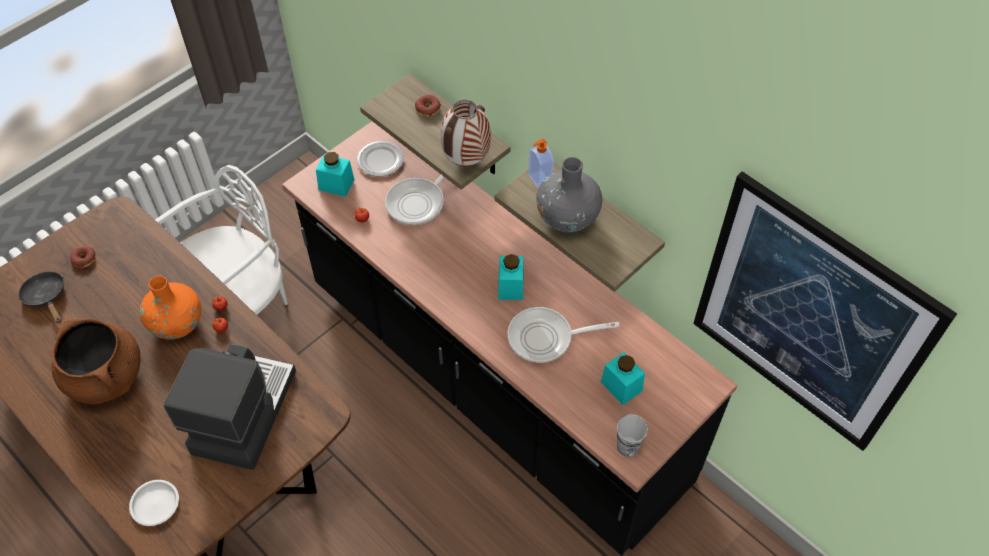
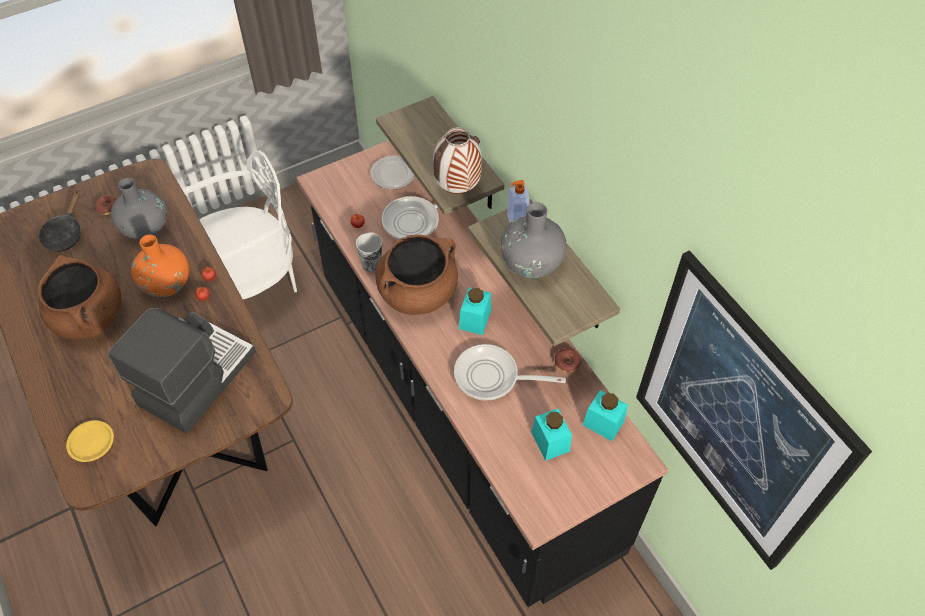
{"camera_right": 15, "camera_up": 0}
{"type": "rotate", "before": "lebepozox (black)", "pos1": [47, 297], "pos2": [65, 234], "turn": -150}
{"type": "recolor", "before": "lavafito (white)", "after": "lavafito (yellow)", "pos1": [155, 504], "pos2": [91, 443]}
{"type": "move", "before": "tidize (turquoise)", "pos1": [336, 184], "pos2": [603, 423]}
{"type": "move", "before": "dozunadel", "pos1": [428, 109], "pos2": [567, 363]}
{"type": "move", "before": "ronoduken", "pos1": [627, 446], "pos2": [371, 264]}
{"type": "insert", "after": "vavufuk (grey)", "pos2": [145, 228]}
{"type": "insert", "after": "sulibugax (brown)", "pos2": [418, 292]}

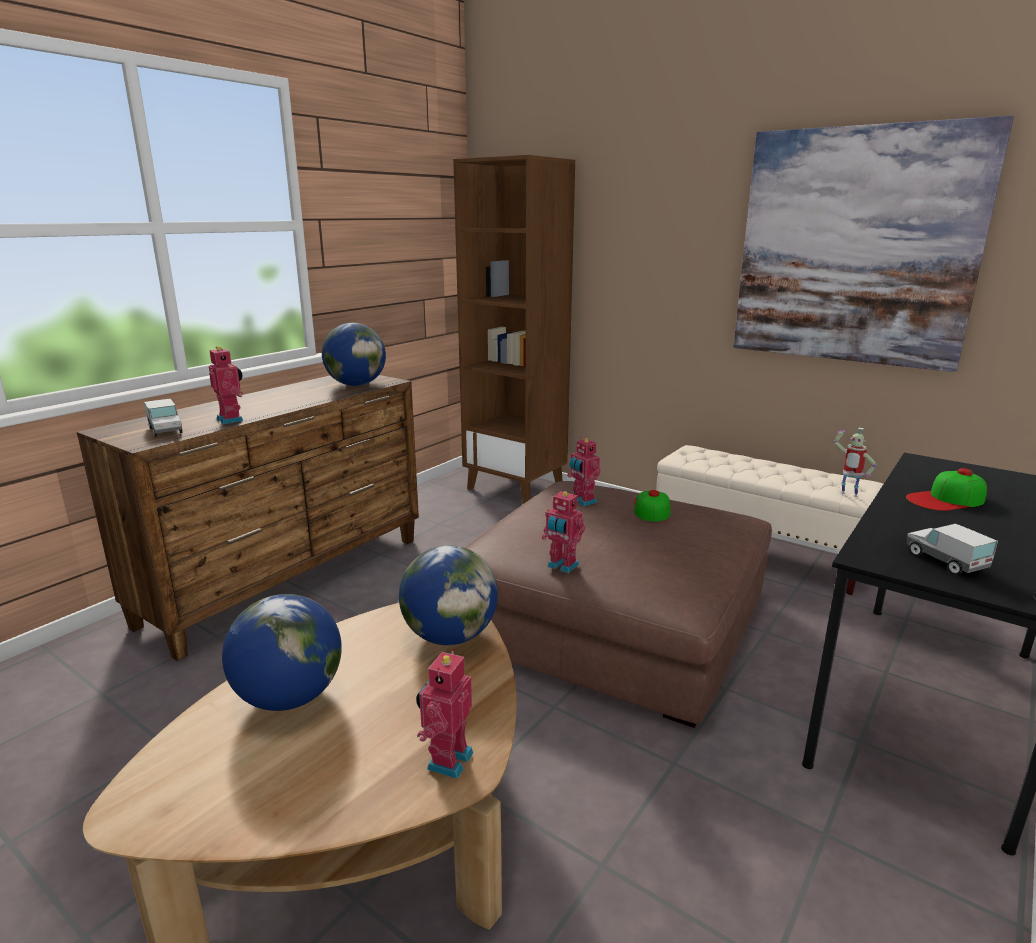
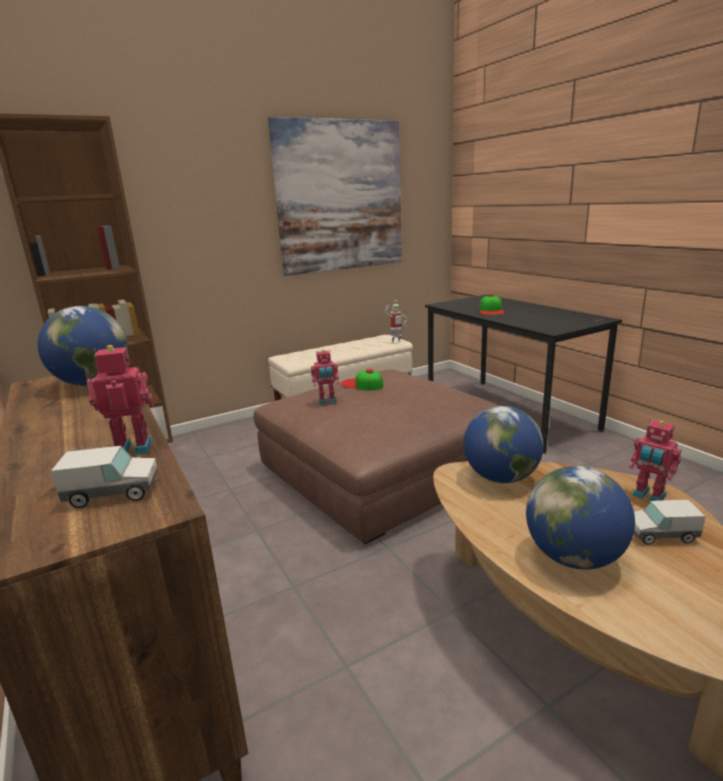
{"camera_right": -65, "camera_up": 0}
{"type": "delete", "before": "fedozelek", "pos1": [562, 566]}
{"type": "move", "before": "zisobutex", "pos1": [945, 561], "pos2": [661, 534]}

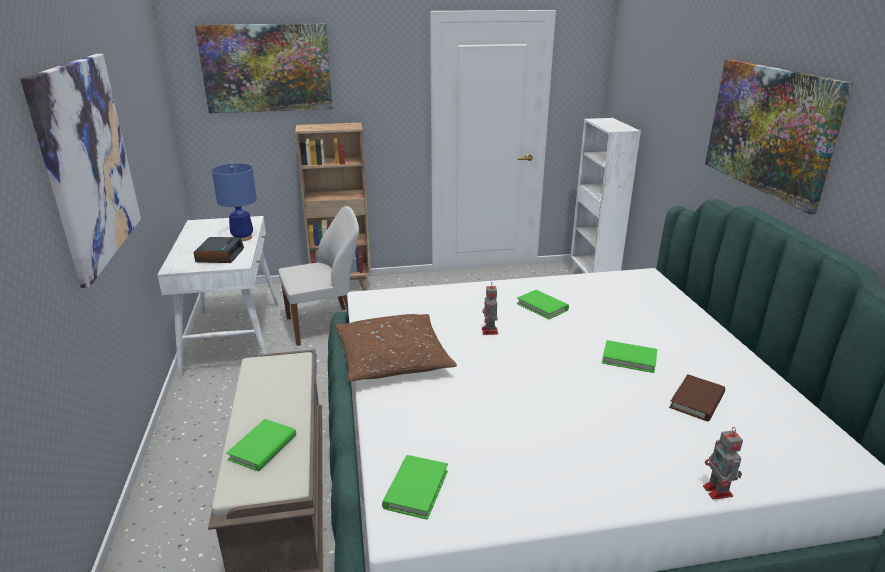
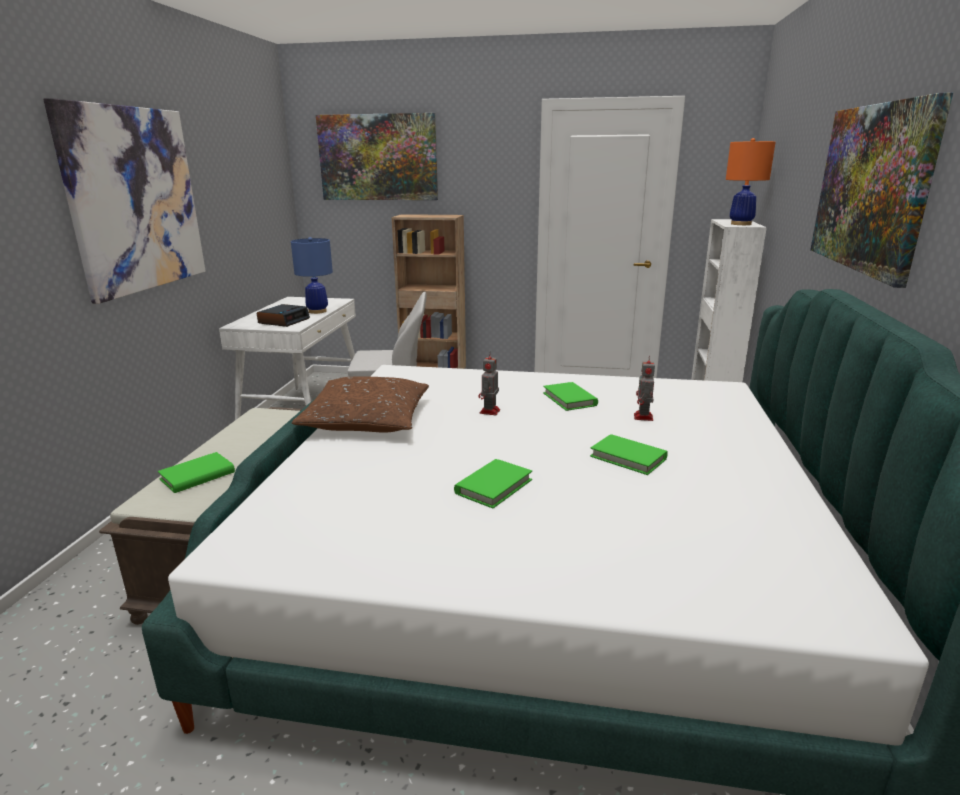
{"camera_right": 20, "camera_up": -5}
{"type": "move", "before": "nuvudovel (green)", "pos1": [416, 489], "pos2": [493, 486]}
{"type": "delete", "before": "nuvudovel (brown)", "pos1": [697, 401]}
{"type": "move", "before": "fedozelek", "pos1": [718, 492], "pos2": [643, 417]}
{"type": "insert", "after": "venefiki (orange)", "pos2": [740, 224]}

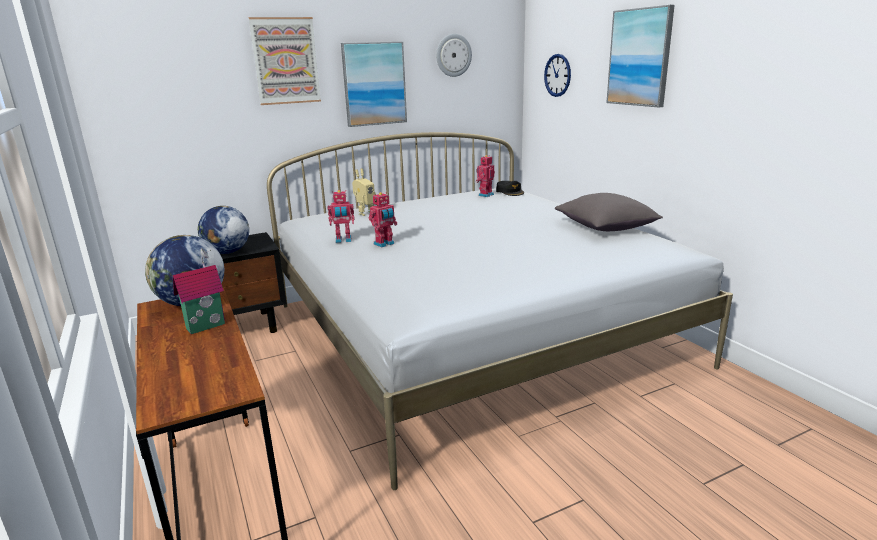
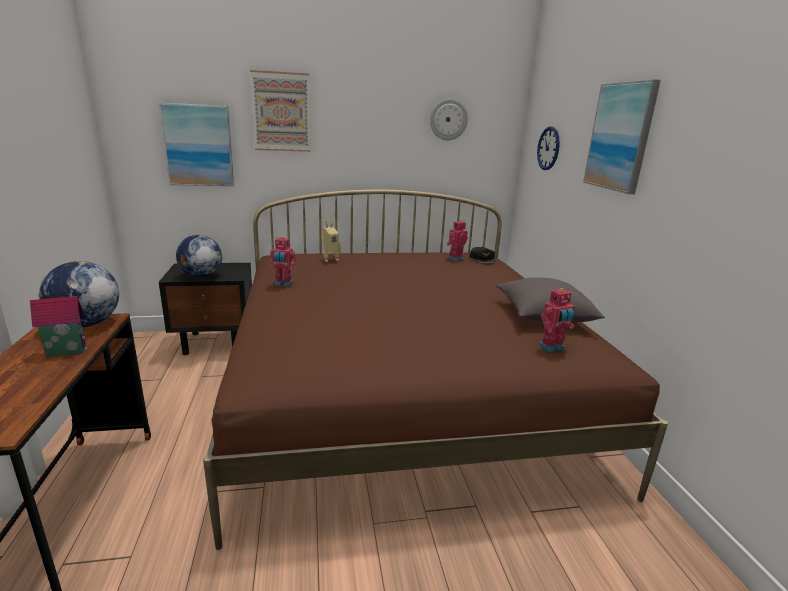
{"camera_right": 15, "camera_up": 0}
{"type": "recolor", "before": "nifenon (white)", "after": "nifenon (brown)", "pos1": [472, 333], "pos2": [402, 393]}
{"type": "move", "before": "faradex", "pos1": [374, 84], "pos2": [198, 145]}
{"type": "move", "before": "fedozelek", "pos1": [384, 244], "pos2": [552, 347]}

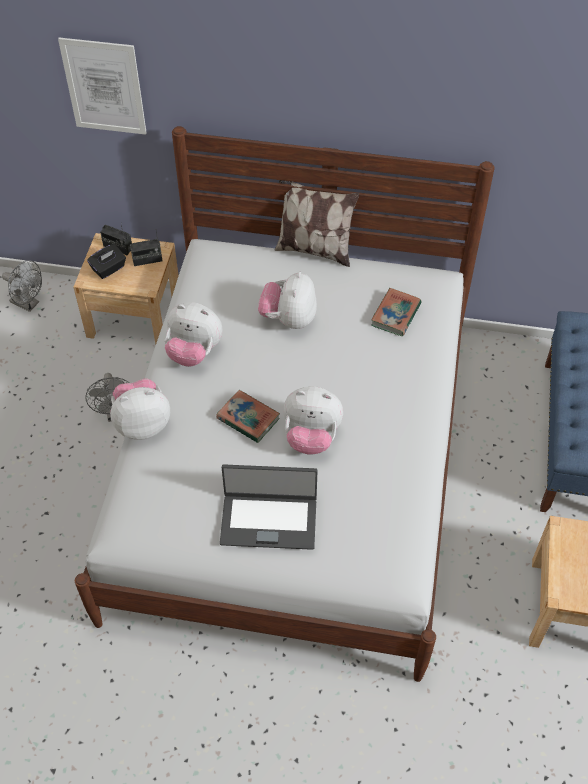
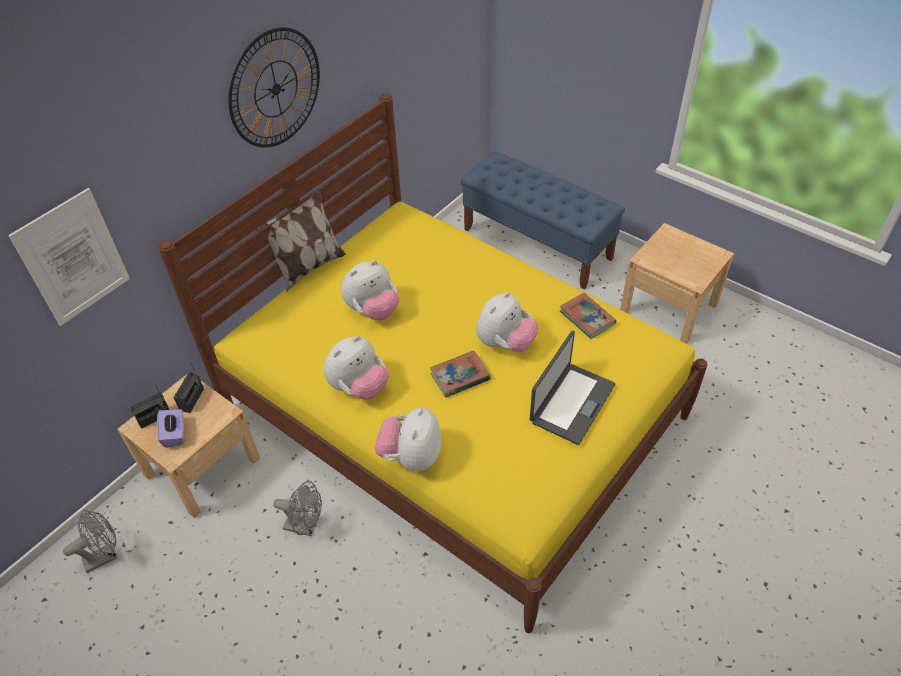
{"camera_right": -60, "camera_up": -5}
{"type": "recolor", "before": "nifenon (white)", "after": "nifenon (yellow)", "pos1": [294, 465], "pos2": [454, 414]}
{"type": "recolor", "before": "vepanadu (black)", "after": "vepanadu (purple)", "pos1": [109, 269], "pos2": [175, 434]}
{"type": "rotate", "before": "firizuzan", "pos1": [289, 319], "pos2": [373, 310], "turn": -75}
{"type": "move", "before": "nuvudovel", "pos1": [395, 315], "pos2": [587, 318]}
{"type": "insert", "after": "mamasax", "pos2": [275, 89]}

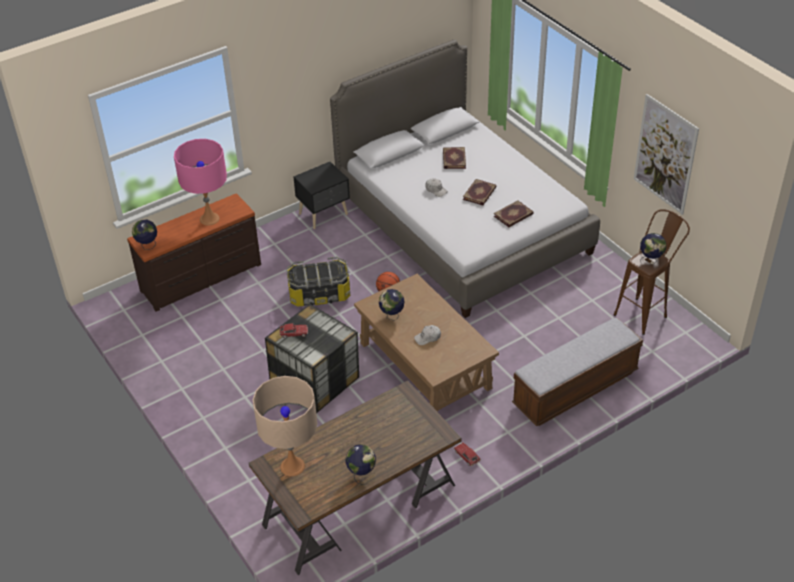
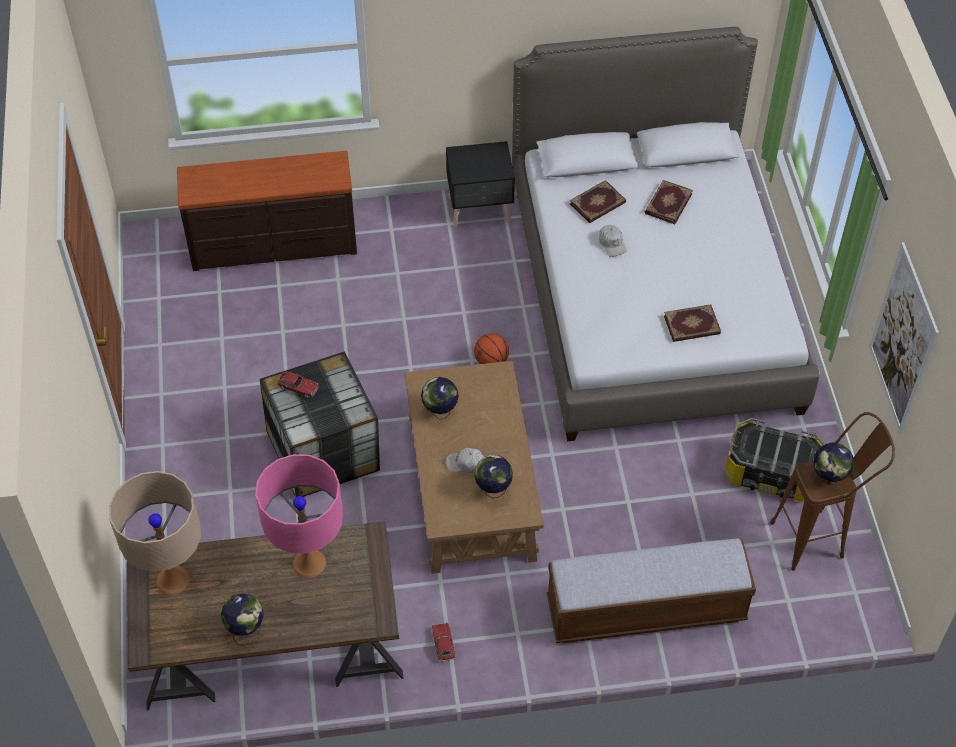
{"camera_right": 25, "camera_up": 10}
{"type": "move", "before": "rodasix", "pos1": [147, 246], "pos2": [493, 490]}
{"type": "move", "before": "venefiki (pink)", "pos1": [209, 219], "pos2": [309, 563]}
{"type": "move", "before": "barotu", "pos1": [319, 294], "pos2": [771, 474]}
{"type": "move", "before": "nuvudovel", "pos1": [480, 193], "pos2": [598, 204]}

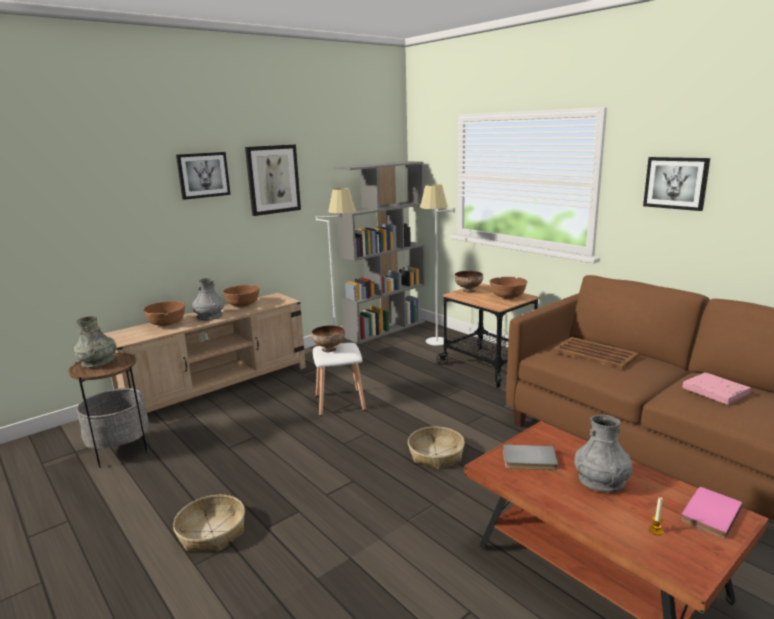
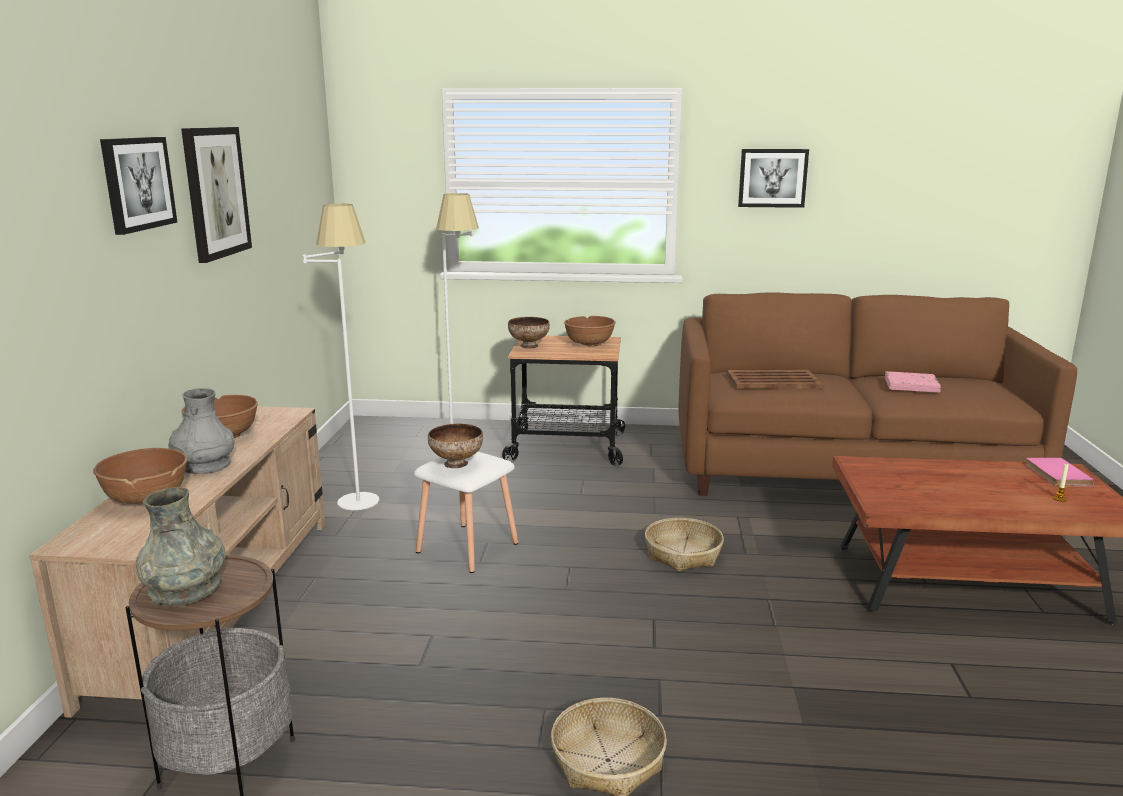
{"camera_right": -45, "camera_up": 0}
{"type": "delete", "before": "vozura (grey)", "pos1": [385, 329]}
{"type": "delete", "before": "nuvudovel (grey)", "pos1": [529, 460]}
{"type": "delete", "before": "vavufuk (grey)", "pos1": [601, 481]}

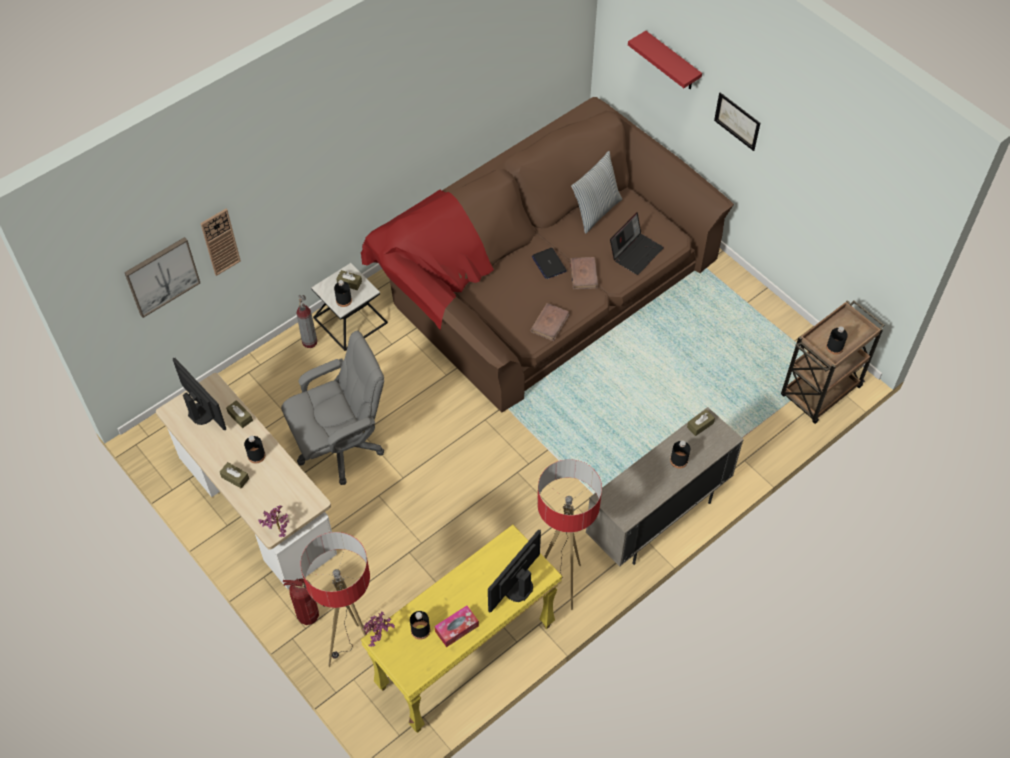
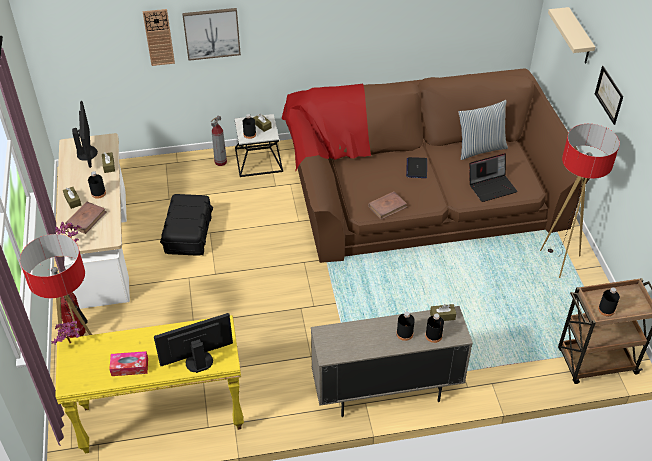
{"camera_right": 30, "camera_up": -10}
{"type": "move", "before": "faradex", "pos1": [162, 276], "pos2": [211, 33]}
{"type": "replace", "before": "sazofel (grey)", "after": "barotu (black)", "pos1": [341, 446], "pos2": [189, 235]}
{"type": "move", "before": "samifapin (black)", "pos1": [420, 630], "pos2": [433, 336]}
{"type": "move", "before": "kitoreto", "pos1": [561, 584], "pos2": [559, 261]}
{"type": "move", "before": "nuvudovel (brown)", "pos1": [583, 274], "pos2": [86, 219]}
{"type": "recolor", "before": "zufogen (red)", "after": "zufogen (beige)", "pos1": [672, 62], "pos2": [579, 37]}

